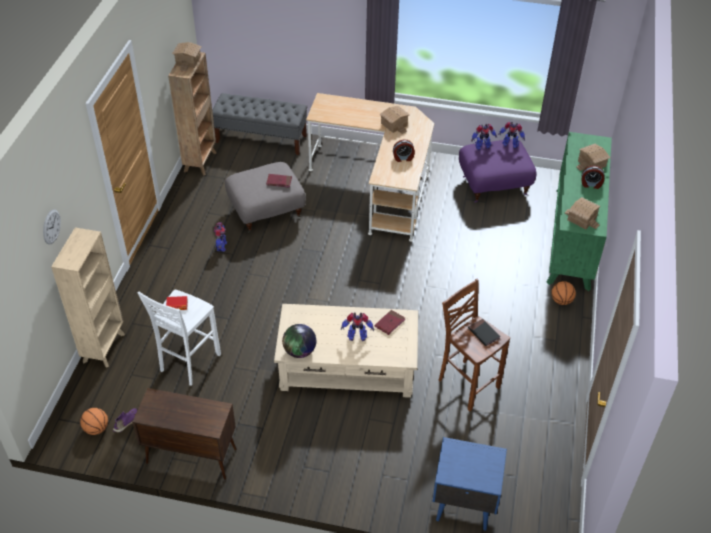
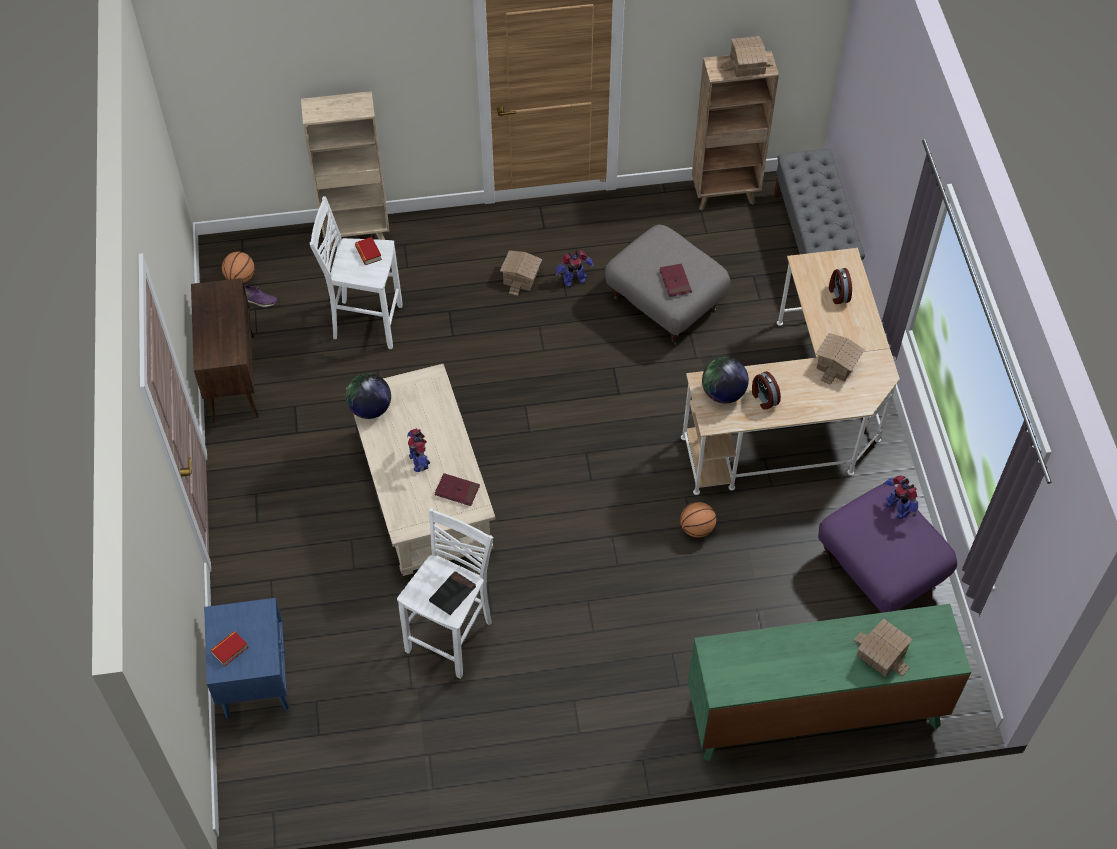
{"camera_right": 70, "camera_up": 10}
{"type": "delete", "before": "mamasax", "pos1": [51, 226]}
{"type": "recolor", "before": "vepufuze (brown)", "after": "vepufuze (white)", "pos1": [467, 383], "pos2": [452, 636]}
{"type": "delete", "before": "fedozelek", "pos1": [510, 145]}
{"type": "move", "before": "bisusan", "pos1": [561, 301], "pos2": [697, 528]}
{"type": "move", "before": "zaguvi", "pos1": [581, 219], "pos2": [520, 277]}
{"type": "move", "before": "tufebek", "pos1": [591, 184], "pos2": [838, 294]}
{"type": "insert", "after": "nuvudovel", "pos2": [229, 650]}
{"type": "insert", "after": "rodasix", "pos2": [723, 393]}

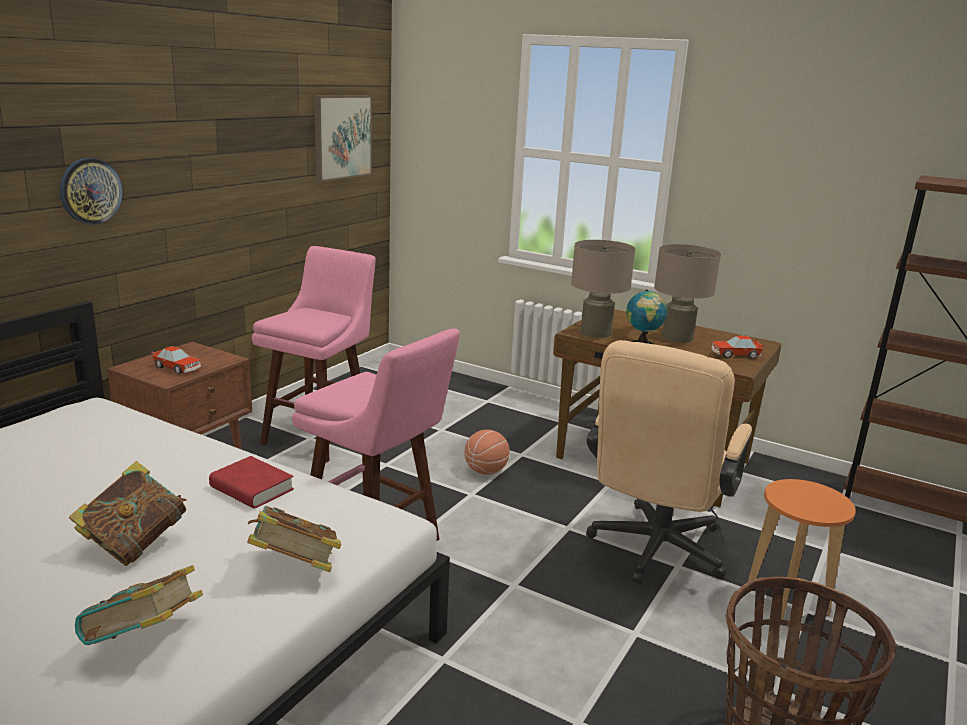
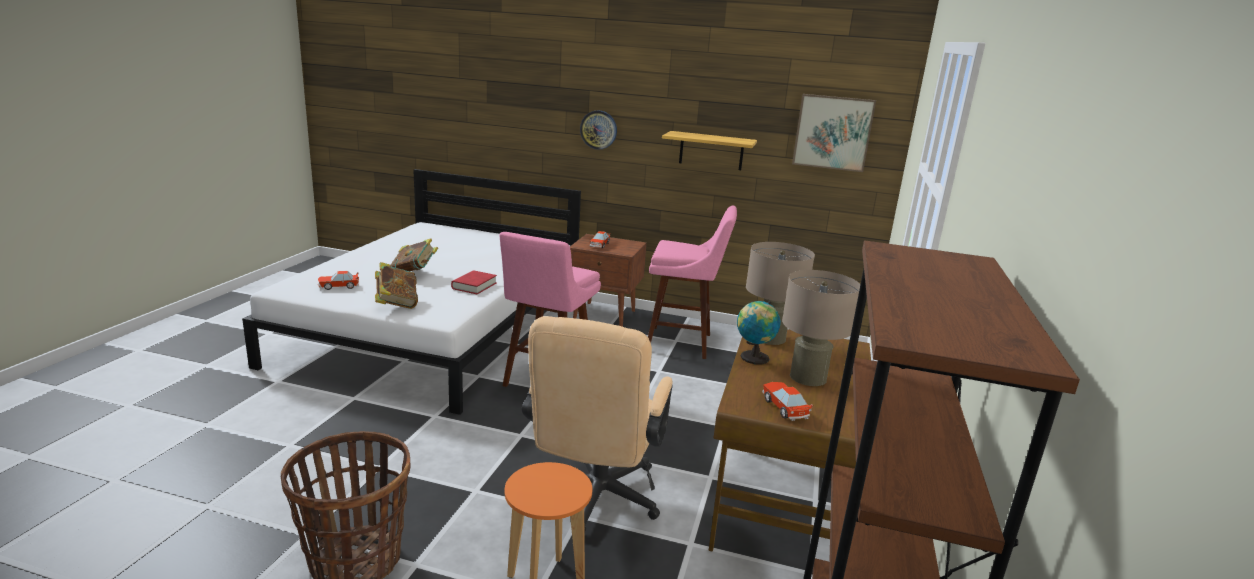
{"camera_right": 75, "camera_up": 0}
{"type": "replace", "before": "nuvudovel", "after": "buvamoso", "pos1": [145, 641], "pos2": [339, 286]}
{"type": "delete", "before": "bisusan", "pos1": [485, 471]}
{"type": "rotate", "before": "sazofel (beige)", "pos1": [653, 552], "pos2": [594, 502], "turn": -90}
{"type": "insert", "after": "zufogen", "pos2": [711, 151]}

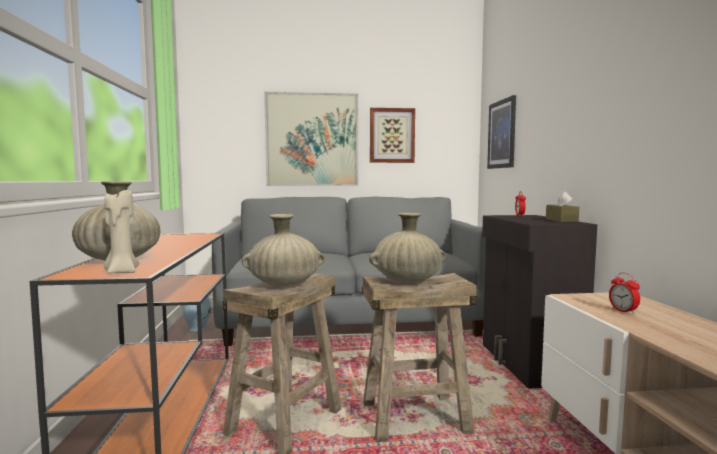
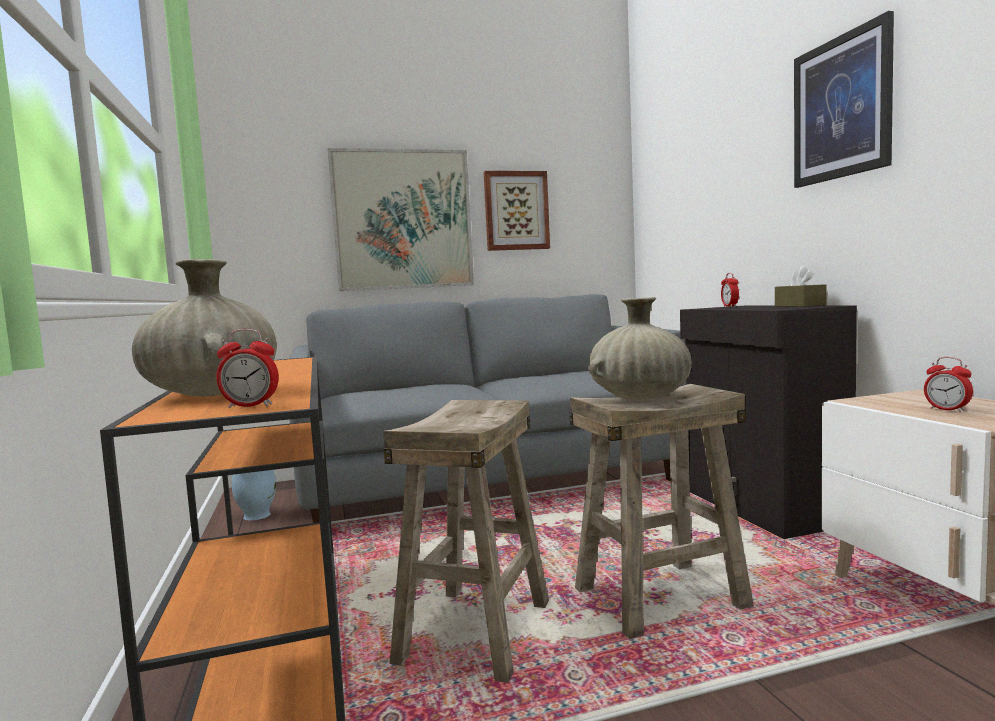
{"camera_right": -10, "camera_up": 0}
{"type": "replace", "before": "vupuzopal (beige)", "after": "tufebek", "pos1": [121, 272], "pos2": [250, 406]}
{"type": "delete", "before": "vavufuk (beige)", "pos1": [284, 284]}
{"type": "move", "before": "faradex", "pos1": [502, 134], "pos2": [841, 108]}

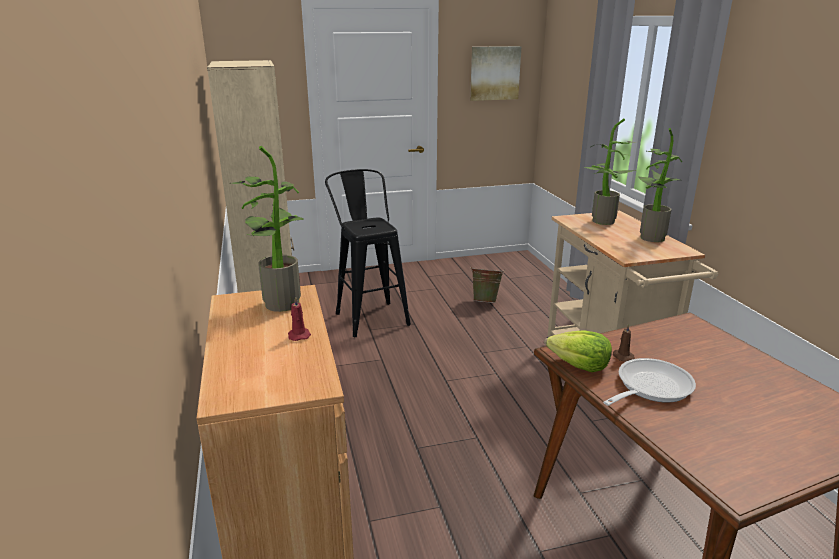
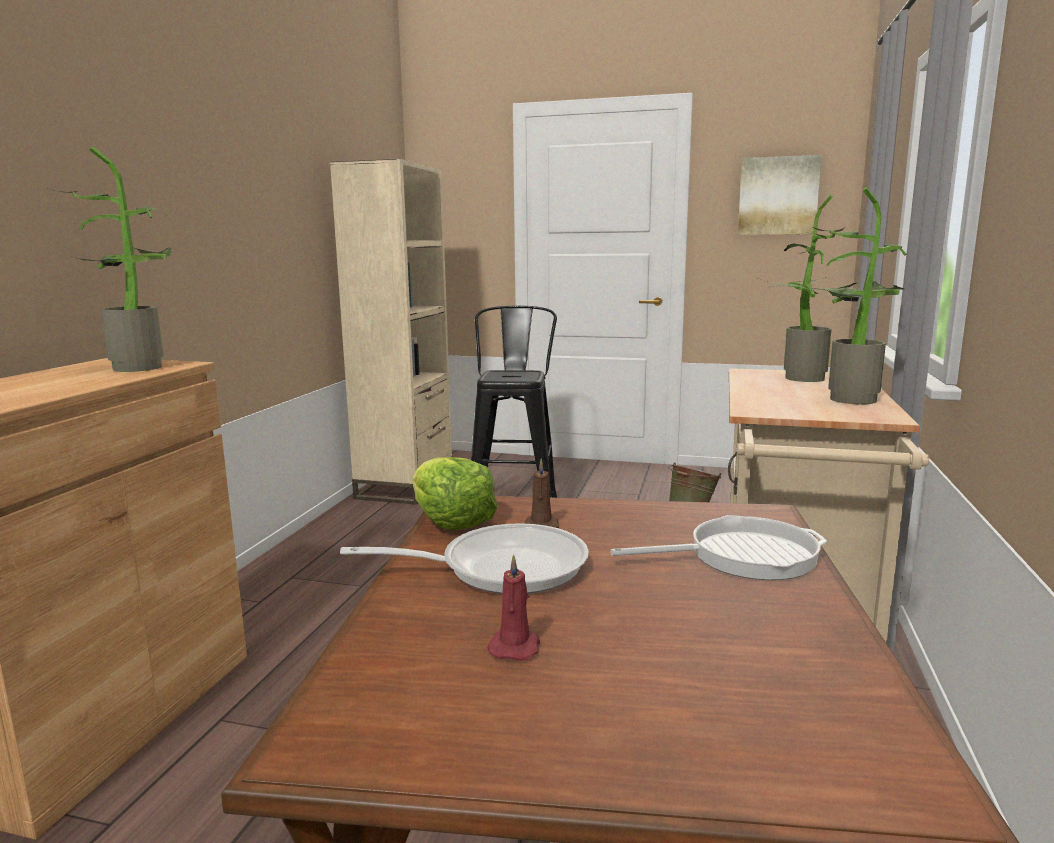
{"camera_right": 30, "camera_up": -10}
{"type": "move", "before": "vupuzopal (red)", "pos1": [298, 335], "pos2": [515, 646]}
{"type": "insert", "after": "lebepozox", "pos2": [743, 556]}

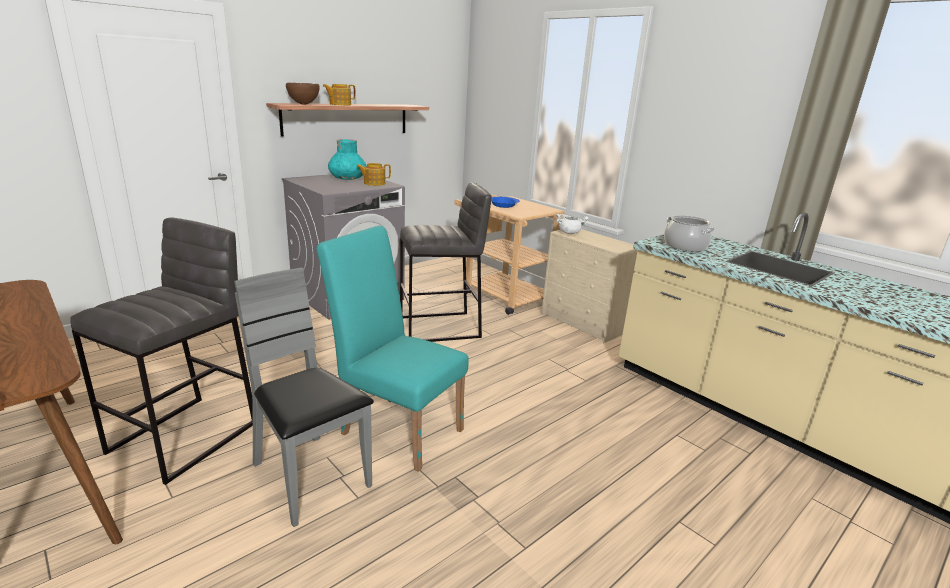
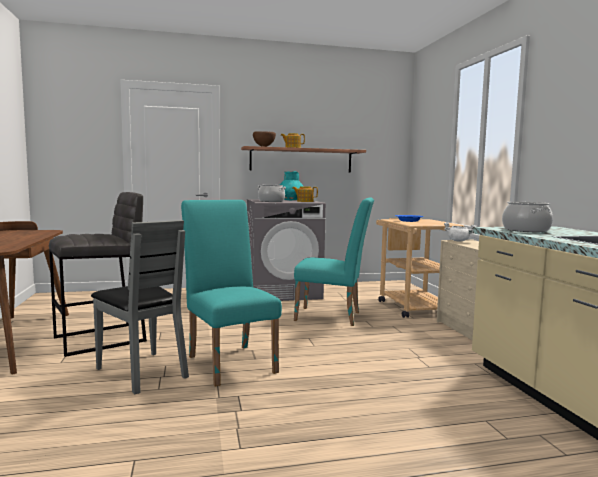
{"camera_right": 30, "camera_up": -15}
{"type": "rotate", "before": "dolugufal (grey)", "pos1": [310, 477], "pos2": [143, 372], "turn": 150}
{"type": "replace", "before": "vepufuze (grey)", "after": "dolugufal (turquoise)", "pos1": [440, 327], "pos2": [333, 317]}
{"type": "insert", "after": "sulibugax", "pos2": [271, 201]}

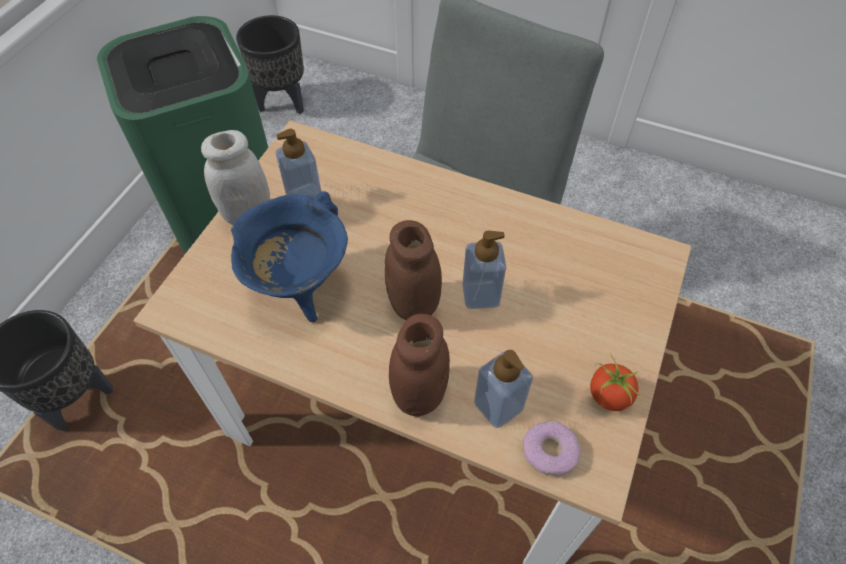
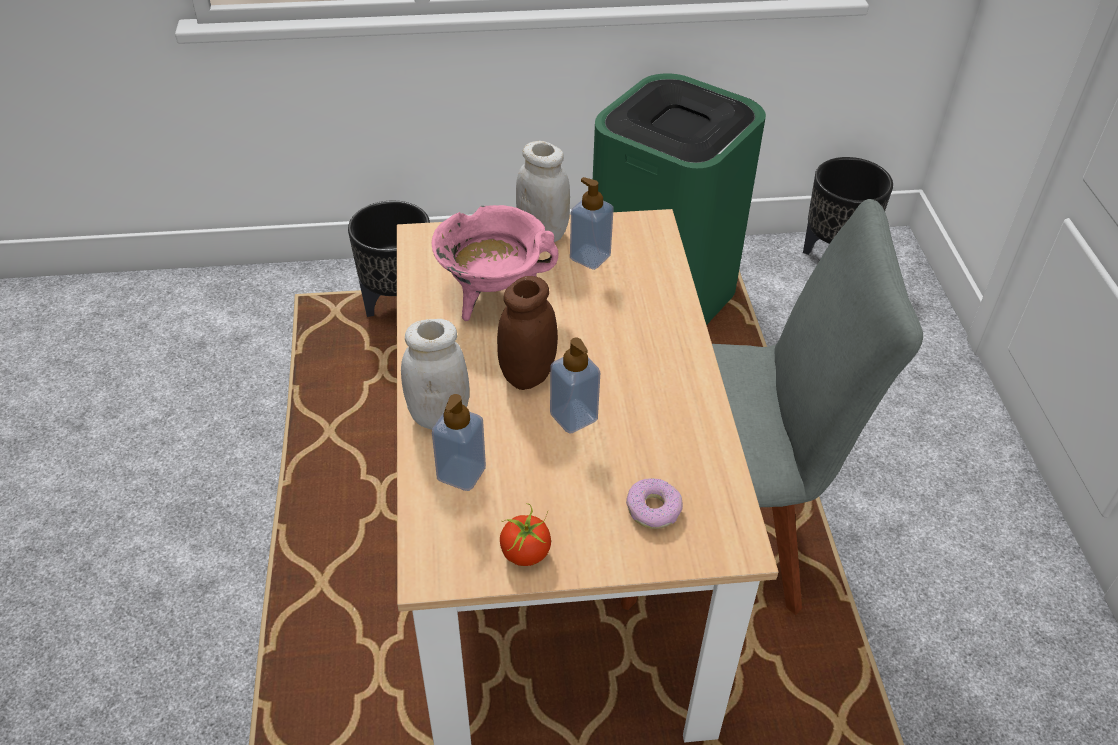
{"camera_right": 60, "camera_up": -10}
{"type": "recolor", "before": "sulibugax (blue)", "after": "sulibugax (pink)", "pos1": [300, 286], "pos2": [493, 297]}
{"type": "recolor", "before": "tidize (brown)", "after": "tidize (white)", "pos1": [419, 394], "pos2": [439, 415]}
{"type": "move", "before": "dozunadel", "pos1": [549, 451], "pos2": [653, 509]}

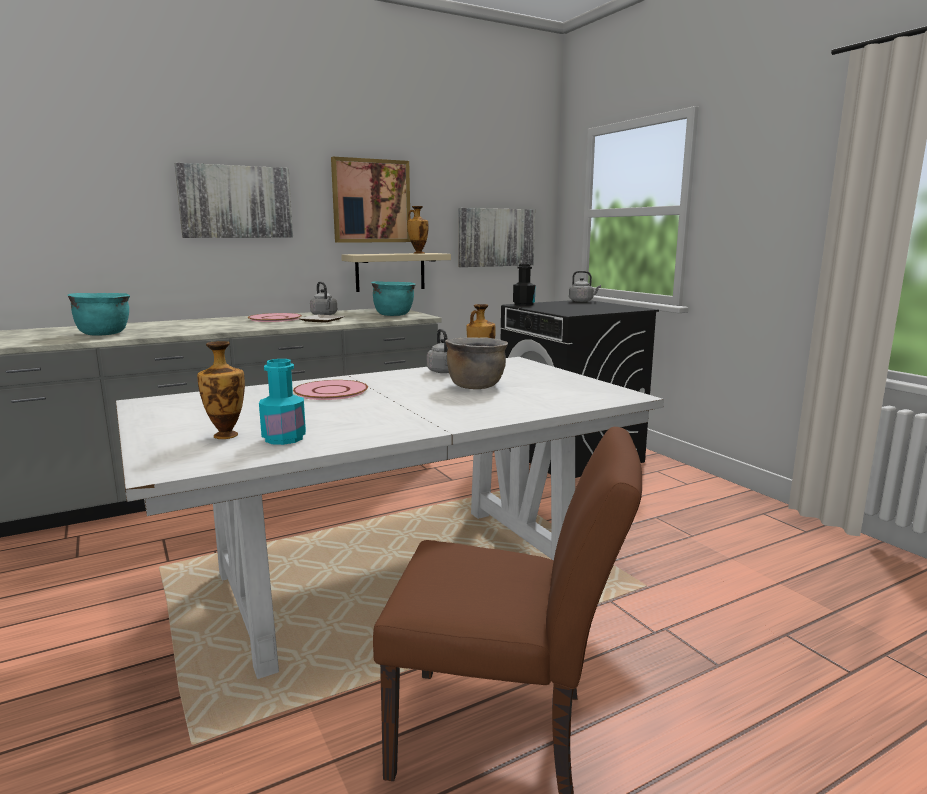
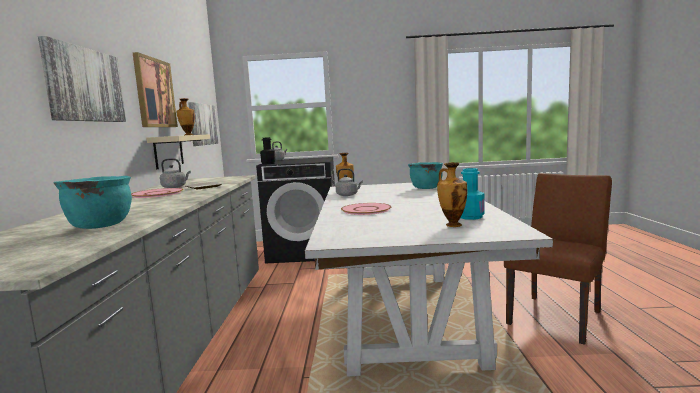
{"camera_right": -60, "camera_up": -5}
{"type": "move", "before": "sulibugax (turquoise)", "pos1": [394, 315], "pos2": [426, 188]}
{"type": "delete", "before": "sulibugax (brown)", "pos1": [475, 386]}

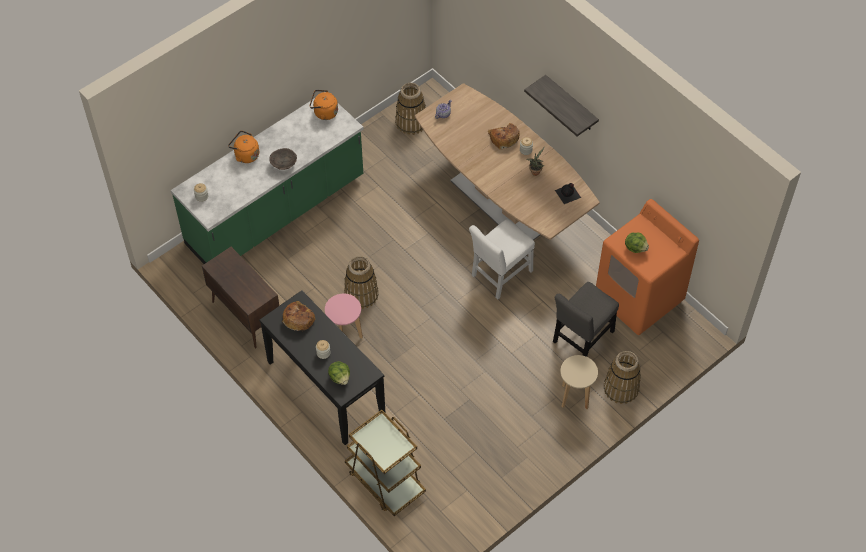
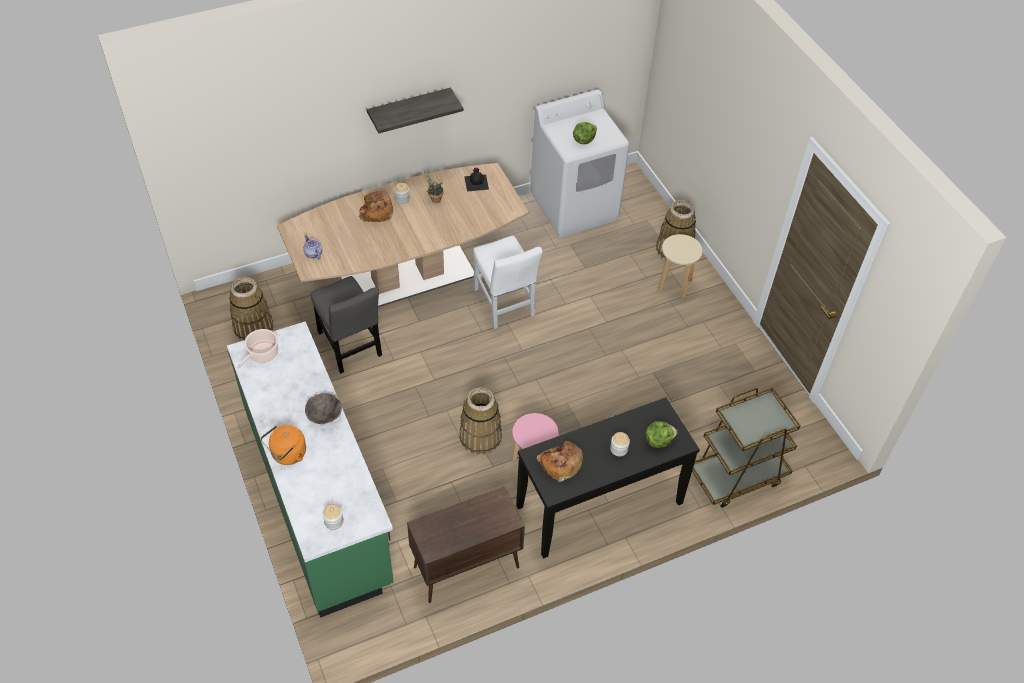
{"camera_right": -75, "camera_up": -5}
{"type": "replace", "before": "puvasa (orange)", "after": "sulibugax", "pos1": [324, 113], "pos2": [262, 354]}
{"type": "move", "before": "dolugufal (grey)", "pos1": [581, 339], "pos2": [350, 347]}
{"type": "recolor", "before": "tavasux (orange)", "after": "tavasux (white)", "pos1": [639, 299], "pos2": [574, 207]}

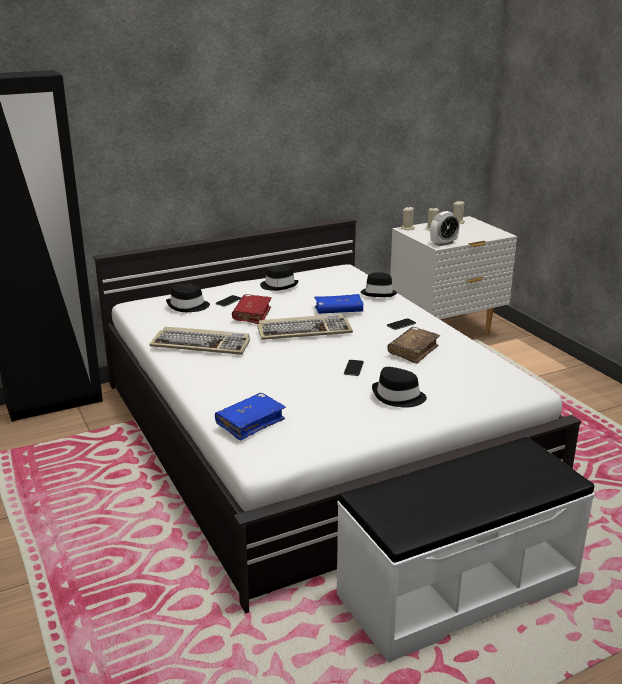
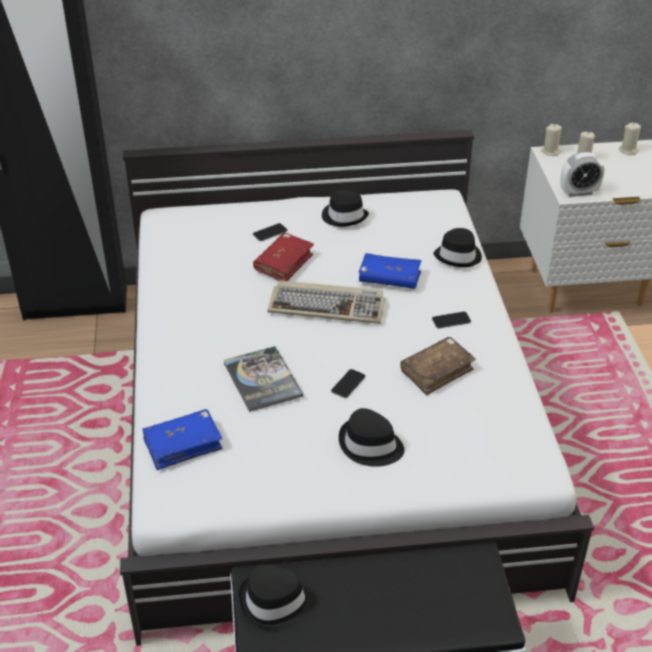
{"camera_right": 20, "camera_up": 15}
{"type": "delete", "before": "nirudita", "pos1": [202, 344]}
{"type": "move", "before": "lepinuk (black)", "pos1": [188, 306], "pos2": [275, 603]}
{"type": "insert", "after": "nuvudovel", "pos2": [262, 379]}

